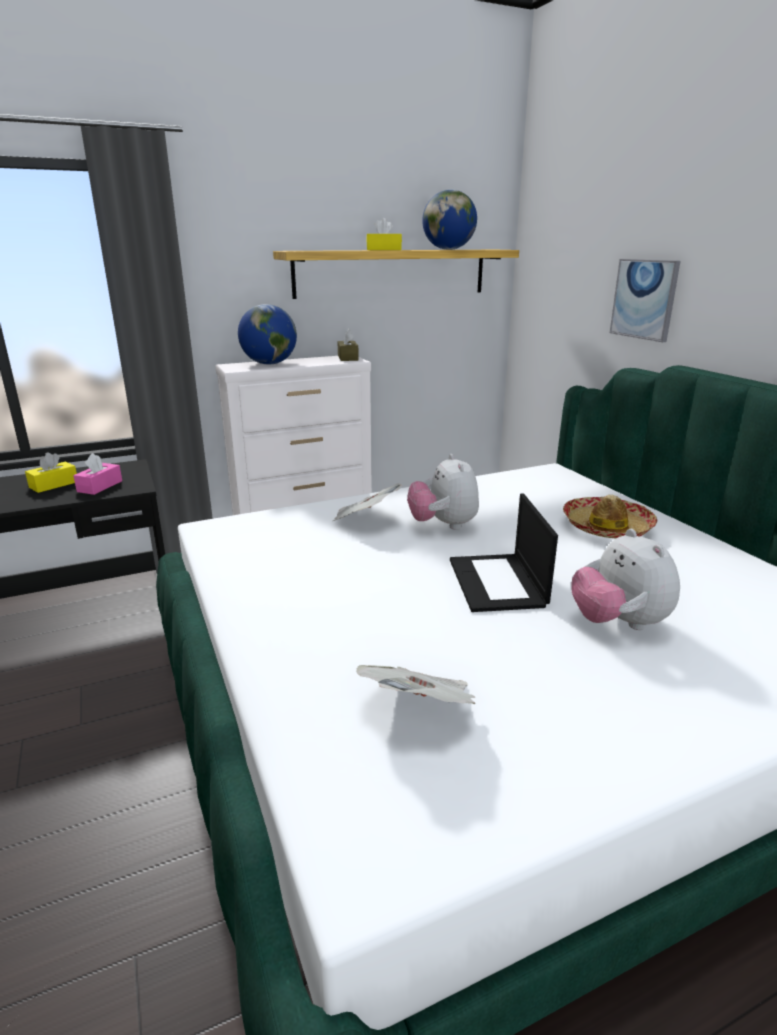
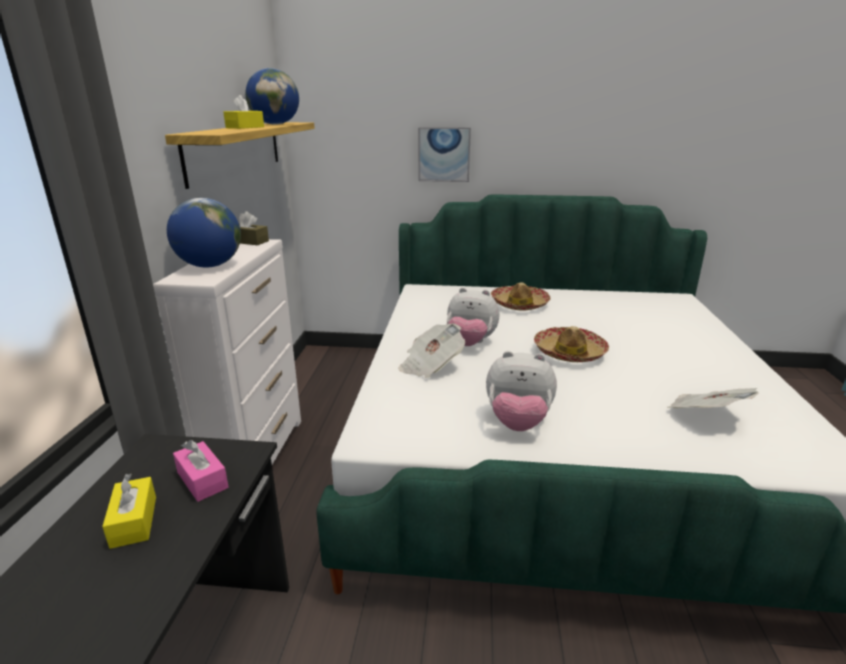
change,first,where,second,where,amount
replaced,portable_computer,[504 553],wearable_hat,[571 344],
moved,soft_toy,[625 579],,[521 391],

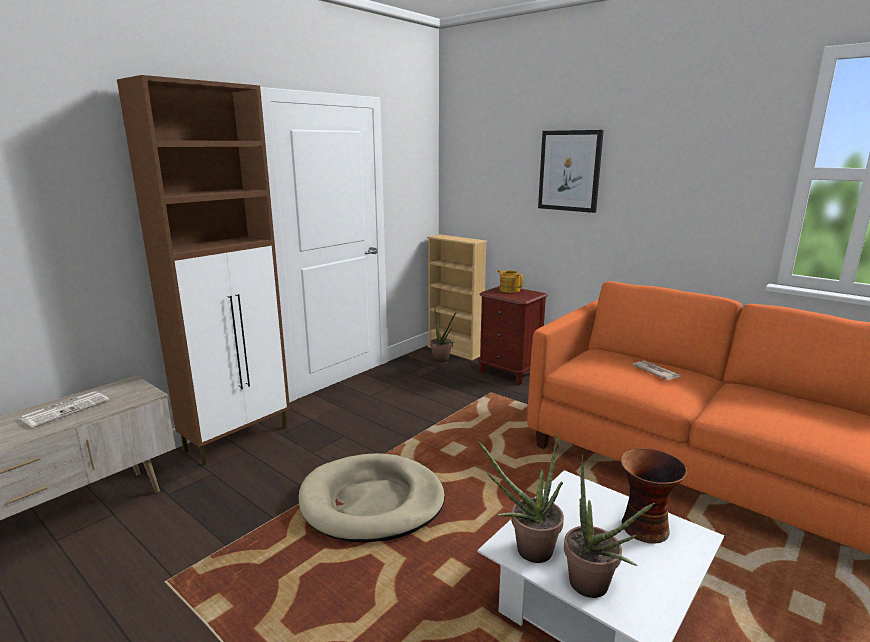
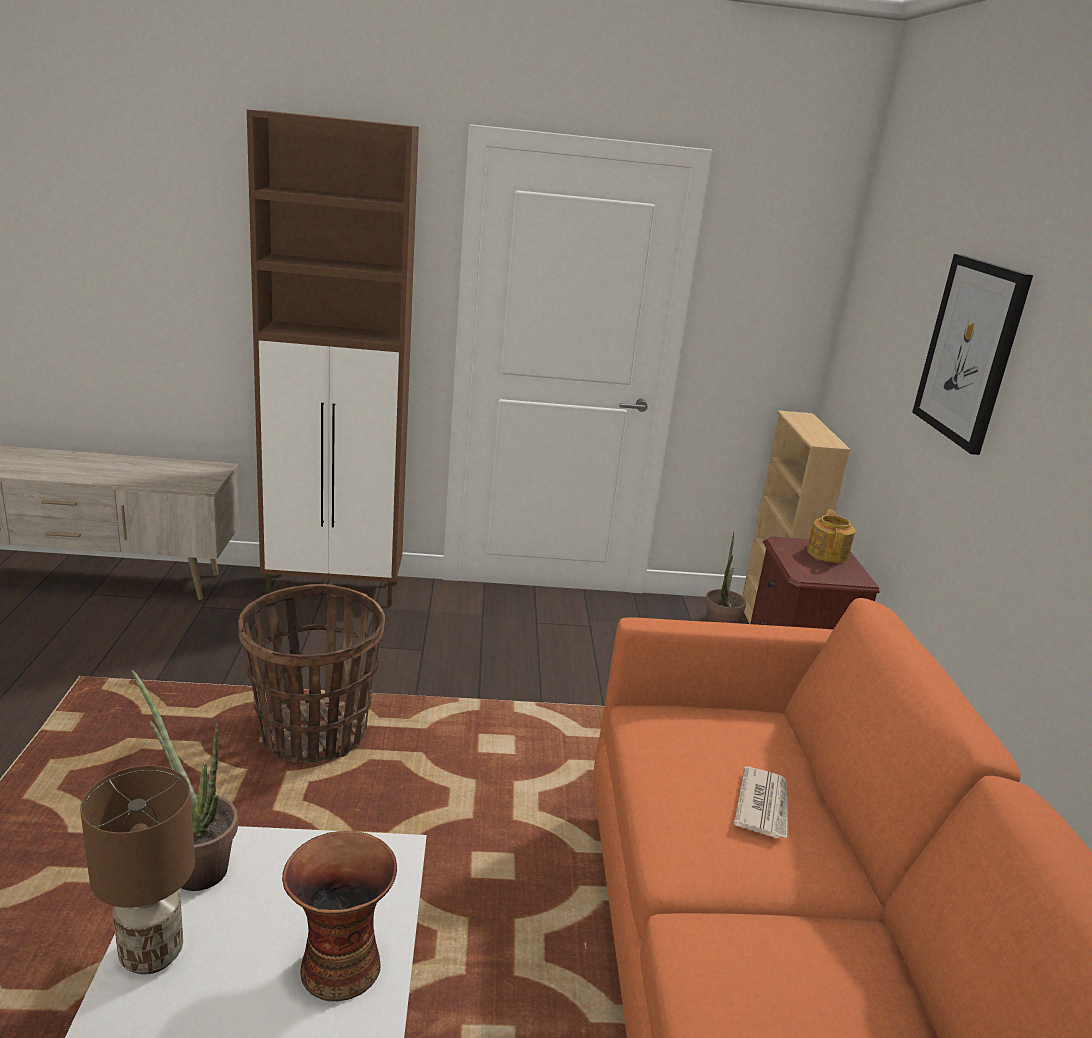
change,first,where,second,where,amount
removed,newspaper,[64 409],,,
replaced,beige_dog_bed,[372 497],basket,[311 673],
replaced,plant_in_a_pot,[609 526],brown_lamp_for_a_table,[137 870],

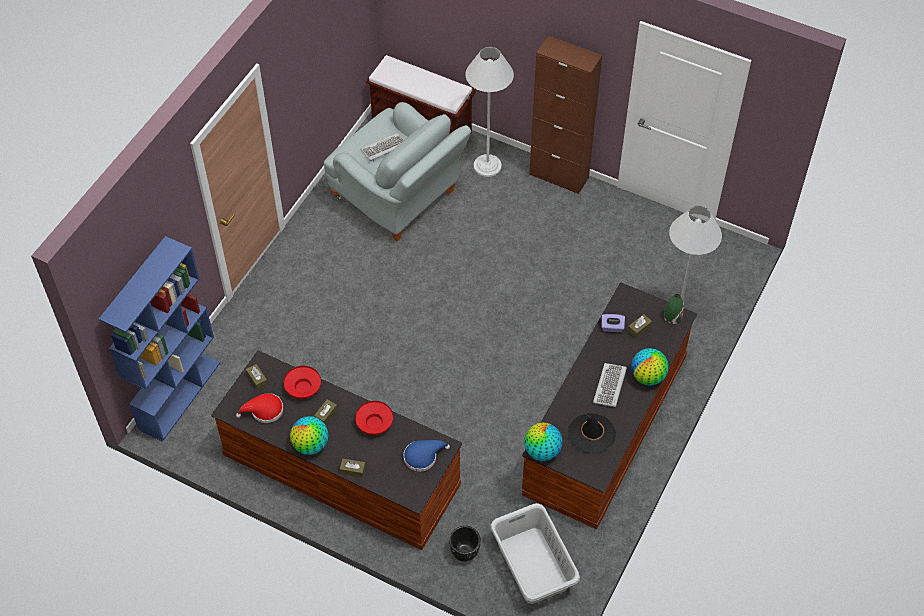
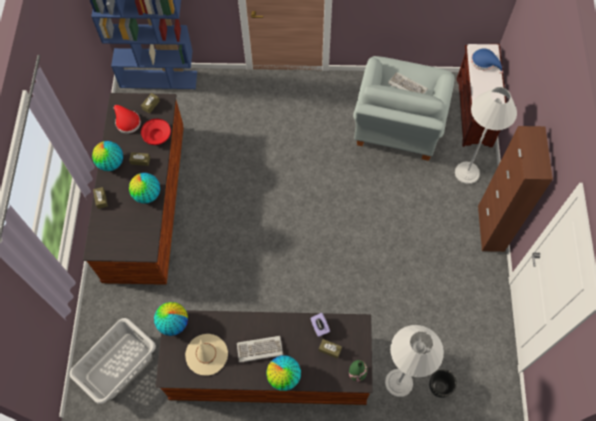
change,first,where,second,where,amount
replaced,reddish_bowl,[374 418],desk_globe,[144 188],
recoloured,blackish_wearable_hat,[592 433],beige_wearable_hat,[206 354],
moved,blue-coloured_wearable_hat,[427 456],,[487 61],
moved,blackish_plant_pot,[465 544],,[443 383],

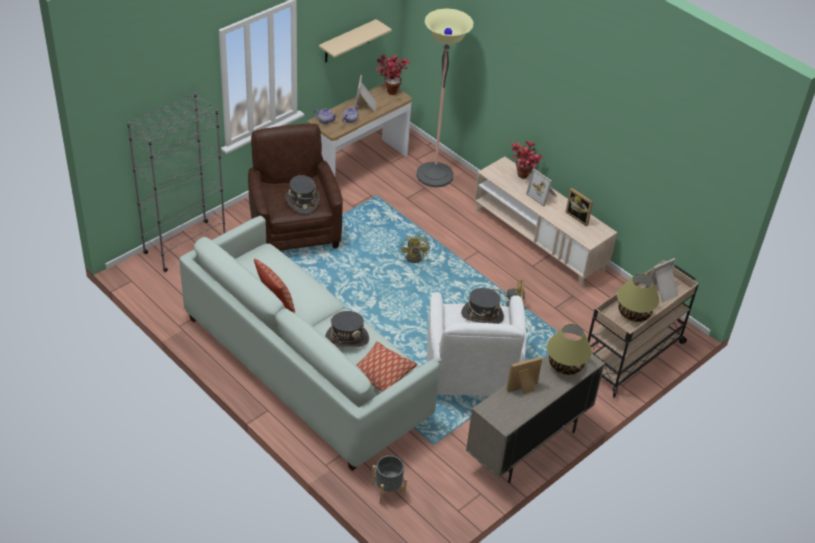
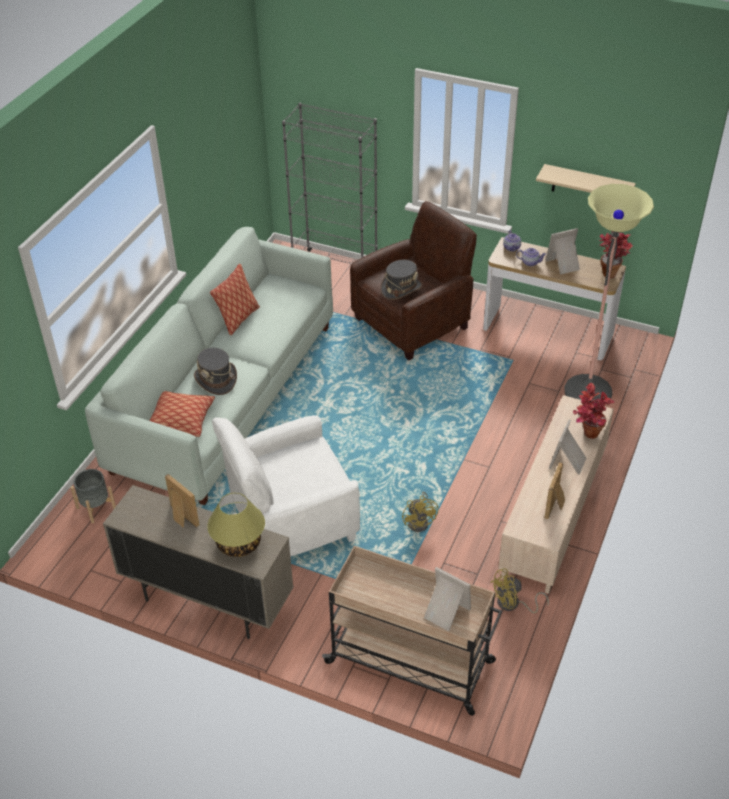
change,first,where,second,where,amount
moved,yellow_fan,[415 248],,[519 590],
removed,lamp_for_a_table,[638 297],,,
removed,gray_wearable_hat,[482 306],,,

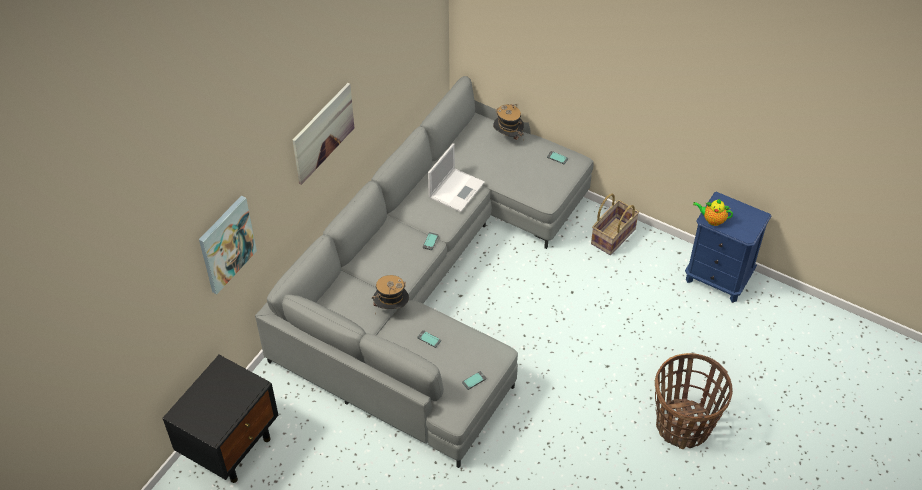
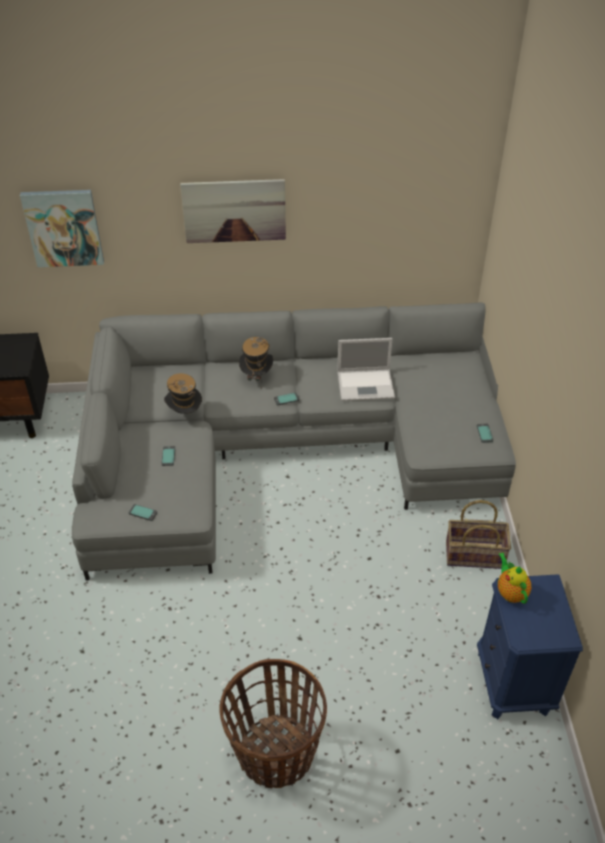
change,first,where,second,where,amount
moved,wearable_hat,[508 122],,[256 363],

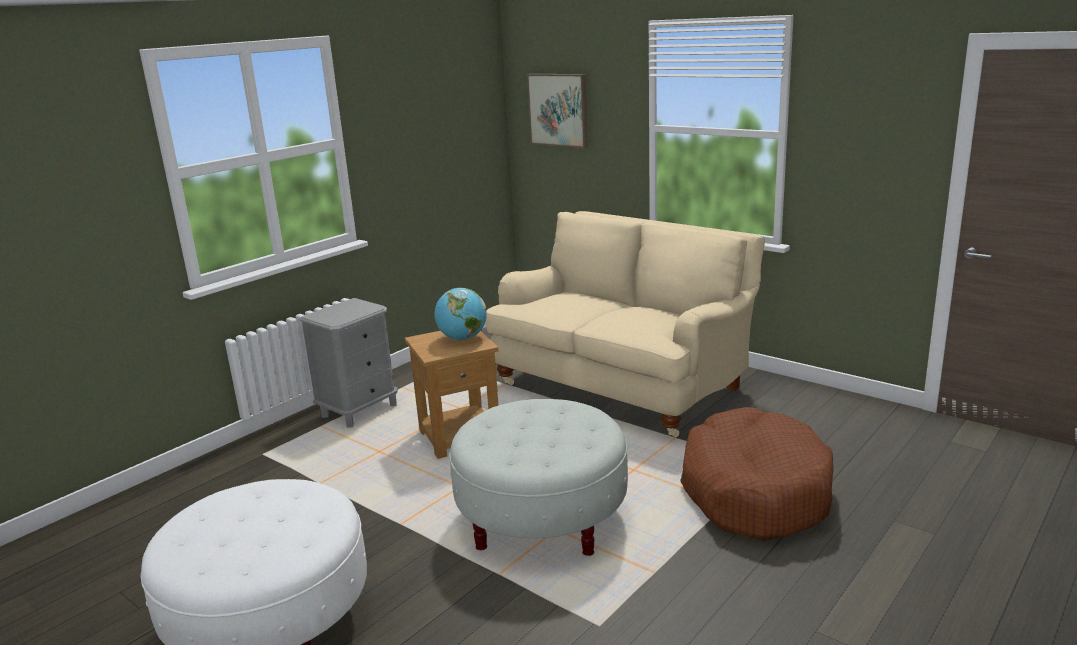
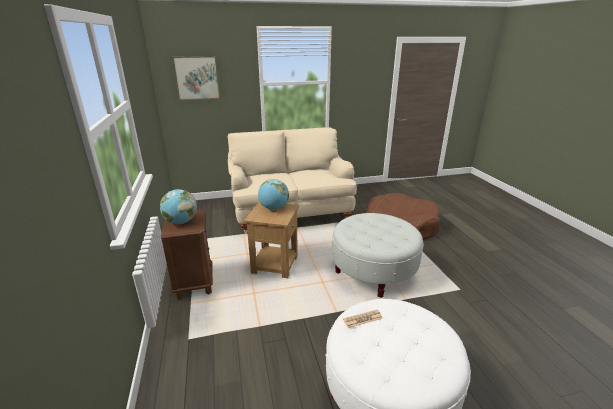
change,first,where,second,where,amount
recoloured,gray_night_table,[348 363],brown_night_table,[187 255],
added,,,desk_globe,[178 206],
added,,,newspaper,[363 319],

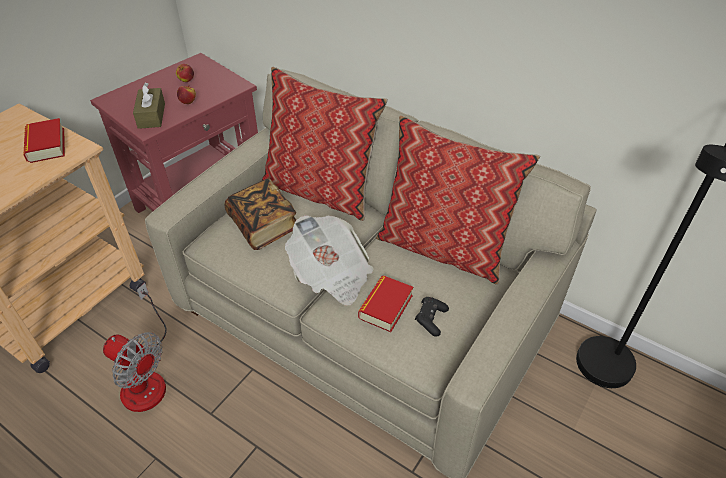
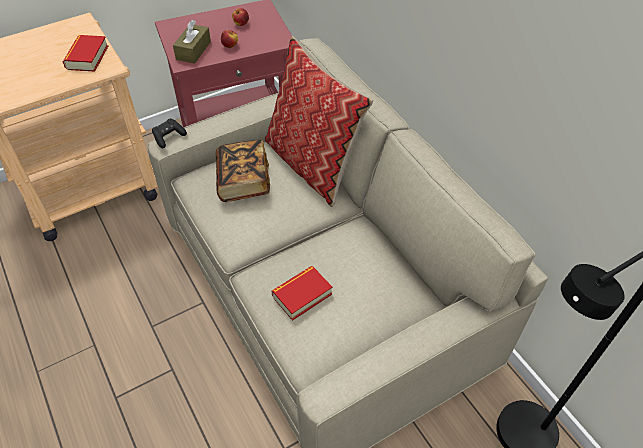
change,first,where,second,where,amount
removed,pillow,[458 200],,,
removed,newspaper,[329 260],,,
removed,fan,[135 347],,,
moved,blackish_game_controller,[432 317],,[169 133],

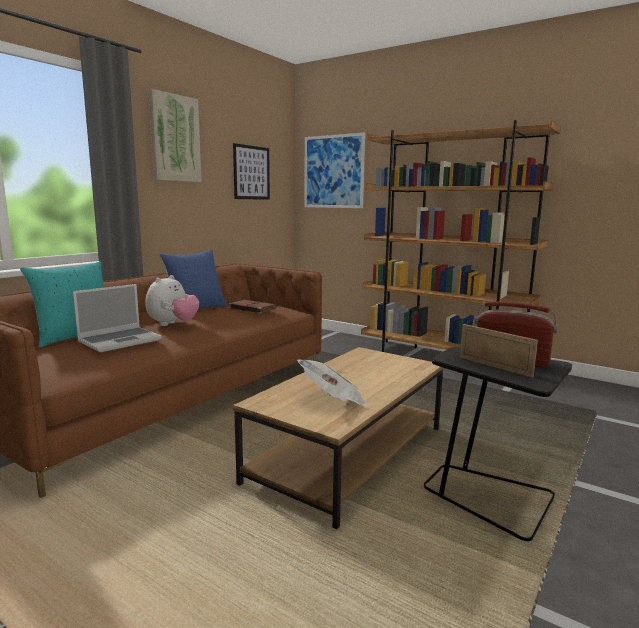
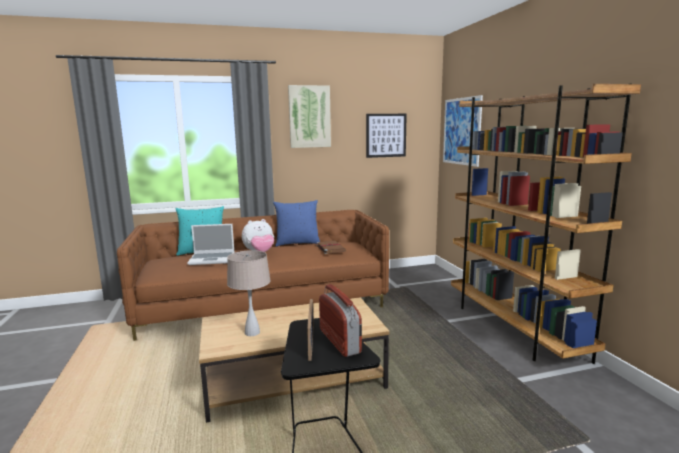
change,first,where,second,where,amount
replaced,newspaper,[333 382],beige_lamp_for_a_table,[249 293],

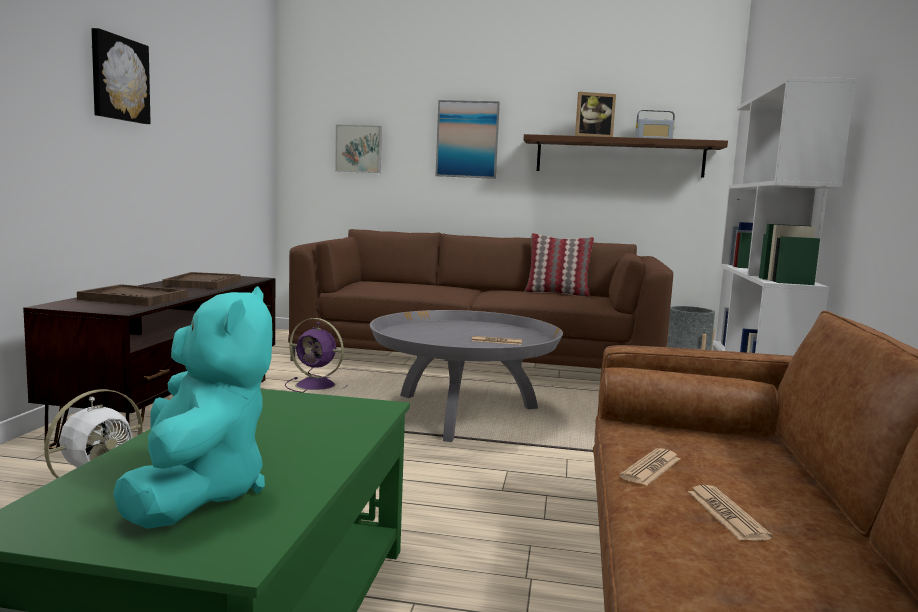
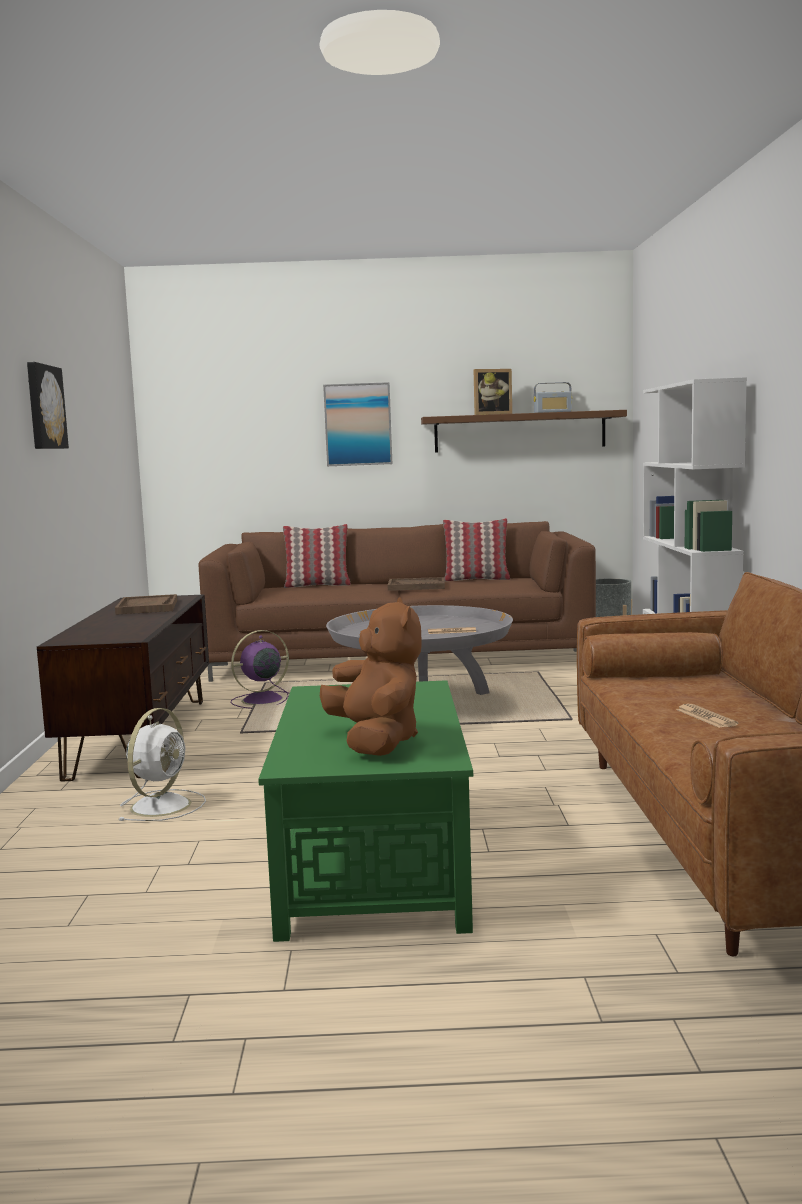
change,first,where,second,where,amount
removed,wall_picture,[358 149],,,
moved,brown_serving_tray,[132 295],,[416 584],
recoloured,turquoise_soft_toy,[192 407],brown_soft_toy,[371 676],
turned,purple-coloured_fan,[316 355],,[260 669],135 degrees clockwise
removed,newspaper,[650 467],,,
added,,,pillow,[317 556],

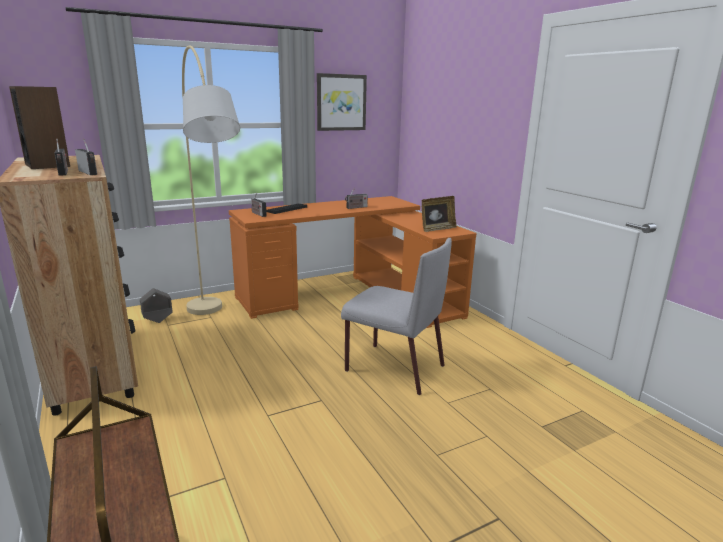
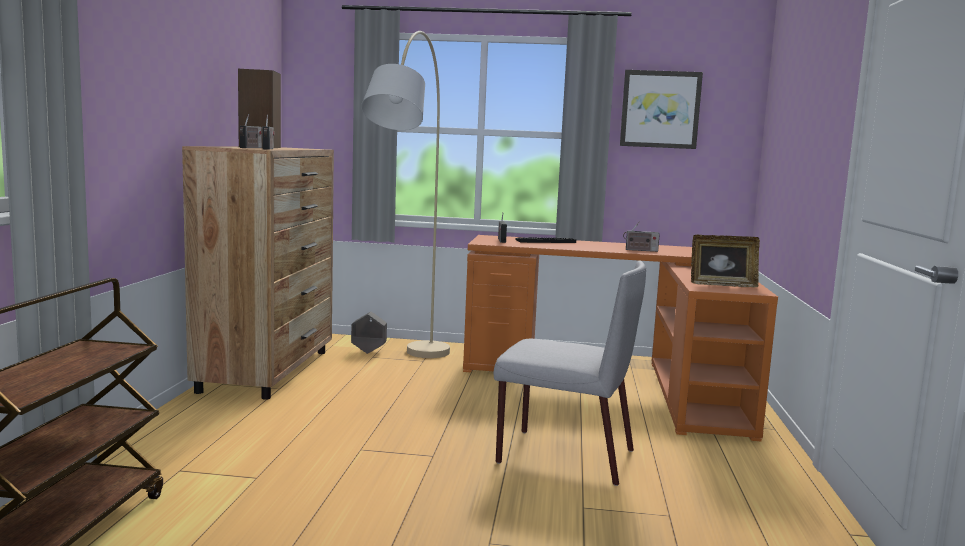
change,first,where,second,where,amount
turned,gray_chair,[396 316],,[570 373],45 degrees counterclockwise

